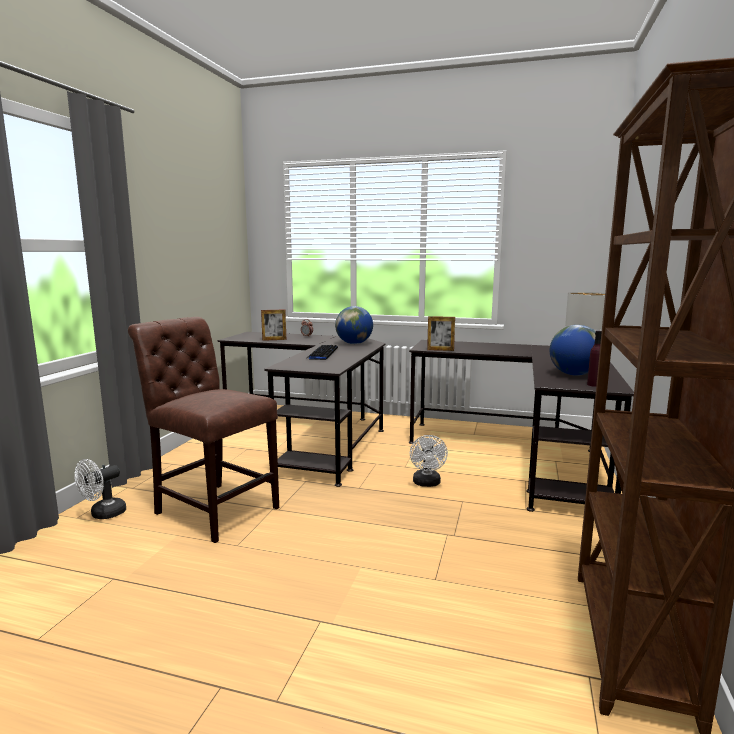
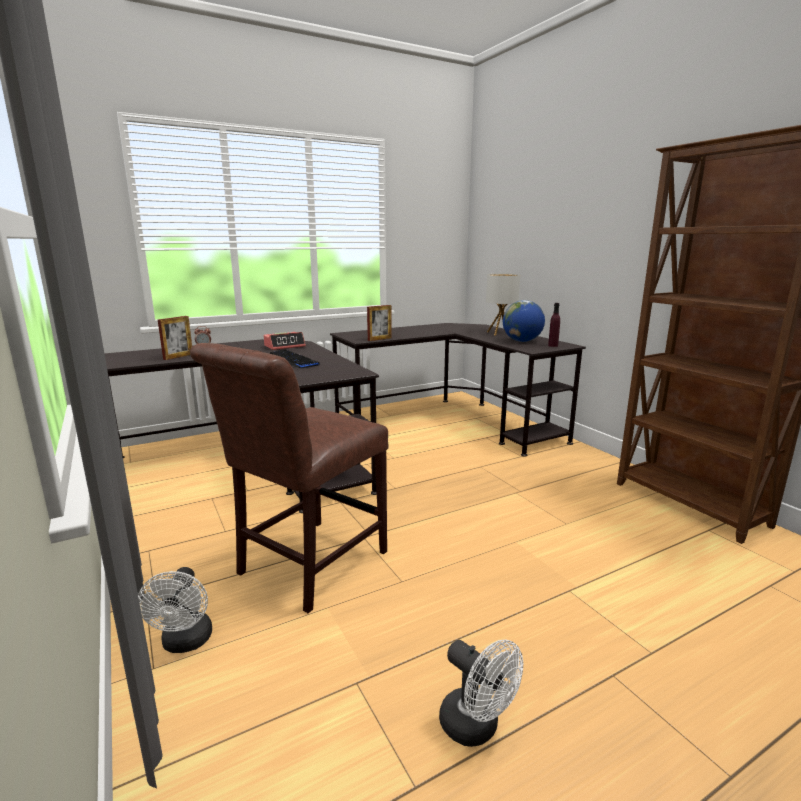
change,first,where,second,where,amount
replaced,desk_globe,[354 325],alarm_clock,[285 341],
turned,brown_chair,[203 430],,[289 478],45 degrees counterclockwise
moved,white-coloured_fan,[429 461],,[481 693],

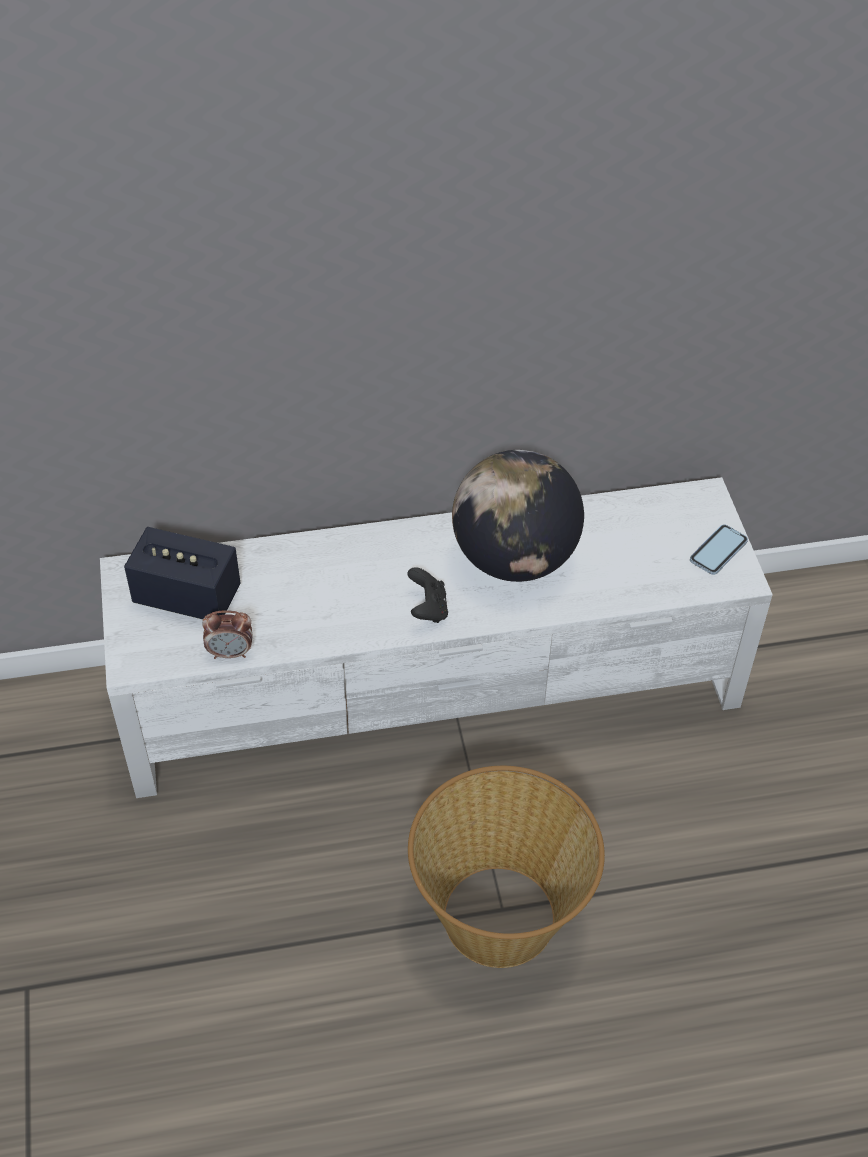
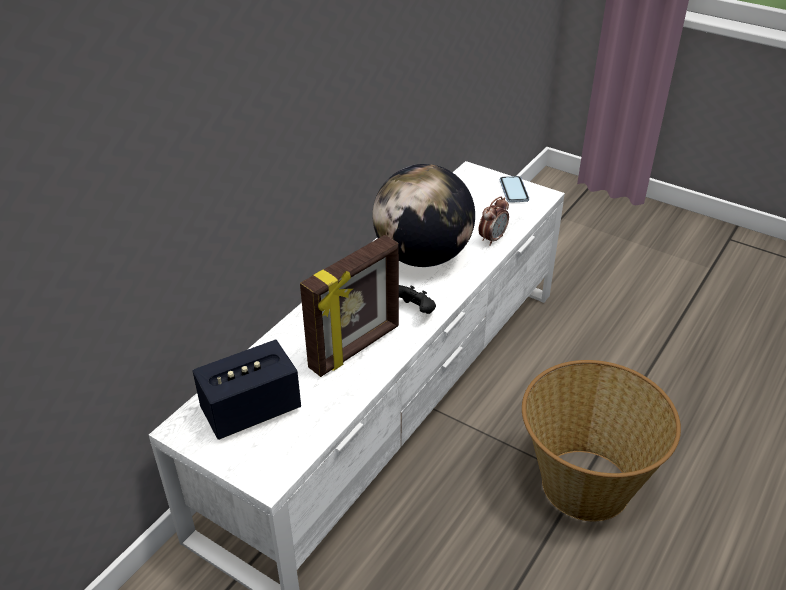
change,first,where,second,where,amount
moved,alarm_clock,[227 634],,[494 221],
added,,,picture_frame,[349 306],

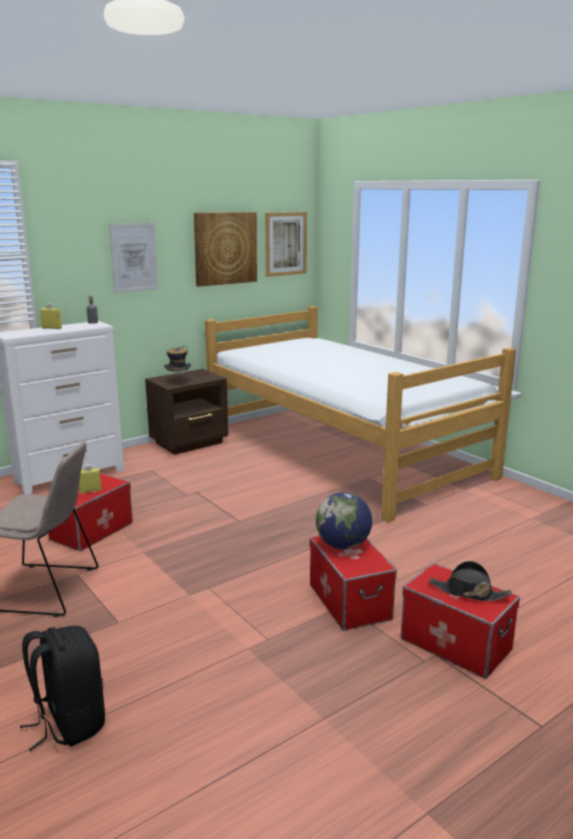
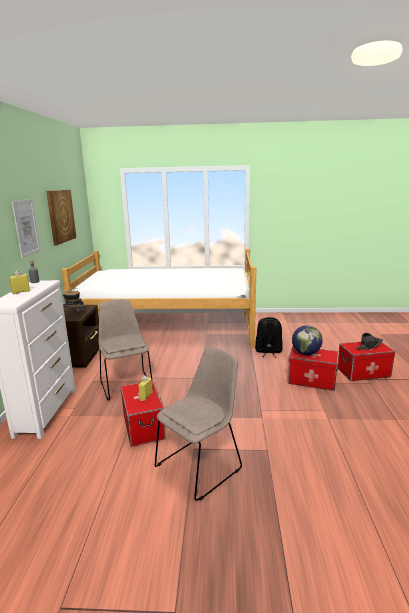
change,first,where,second,where,amount
removed,wall_picture,[286 244],,,
moved,blackish_rucksack,[62 688],,[268 337],
added,,,beige_chair,[125 349],

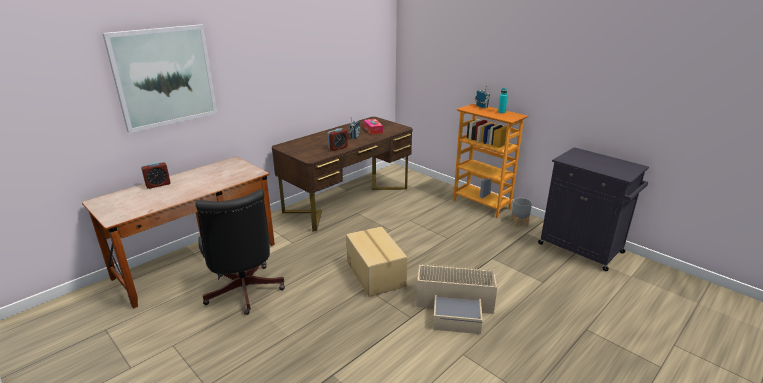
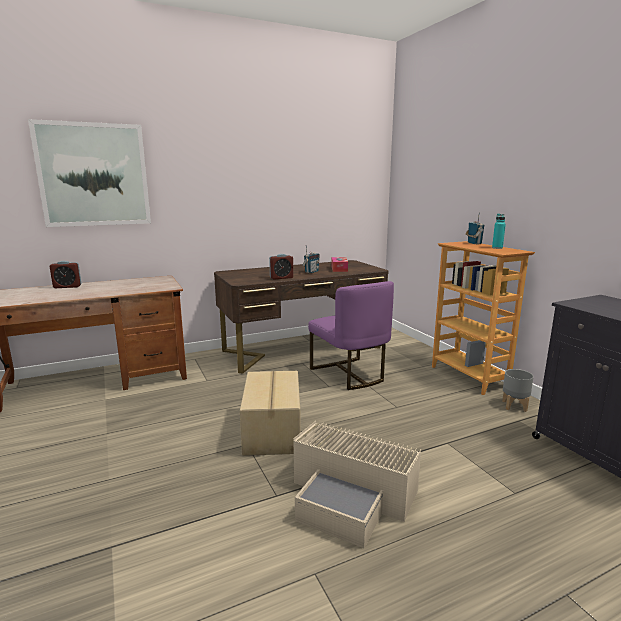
change,first,where,second,where,amount
removed,blackish_office_chair,[240 252],,,
added,,,purple-coloured_chair,[351 335],

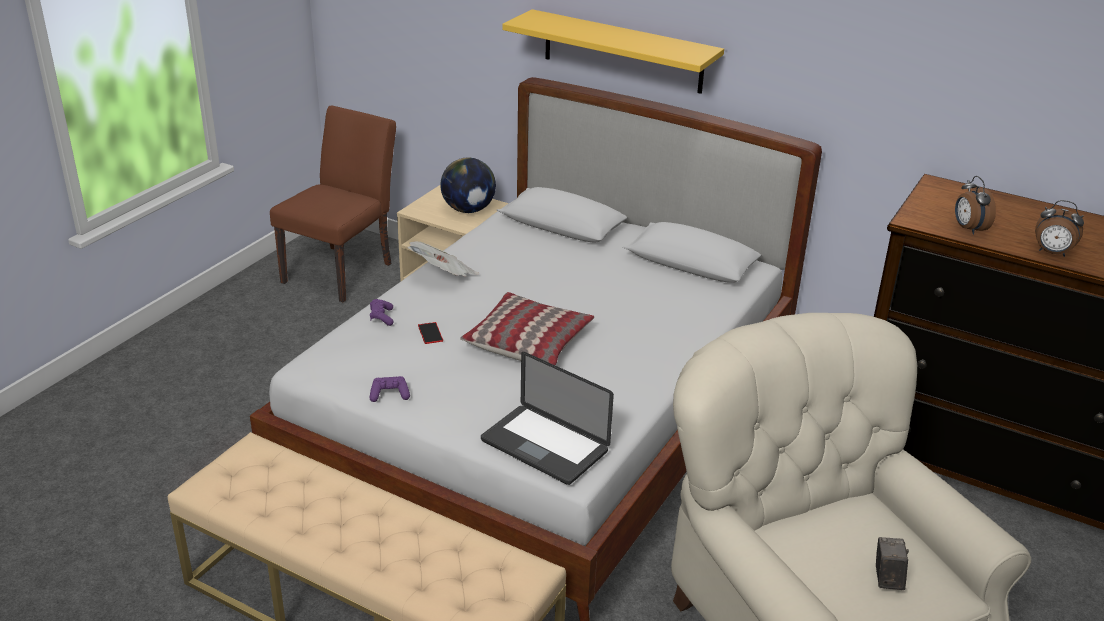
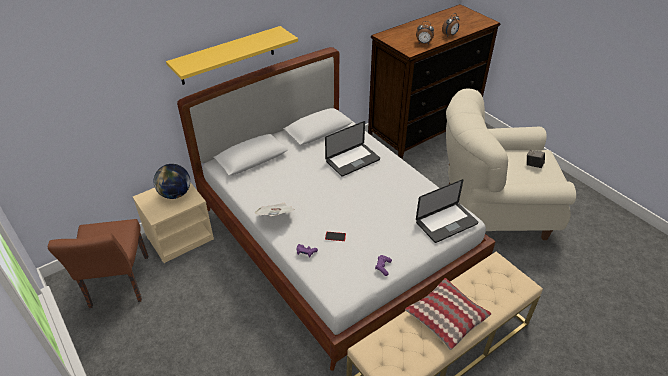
change,first,where,second,where,amount
turned,brown_chair,[333 204],,[98 263],150 degrees counterclockwise
moved,pillow,[527 329],,[448 314],
added,,,portable_computer,[352 149],

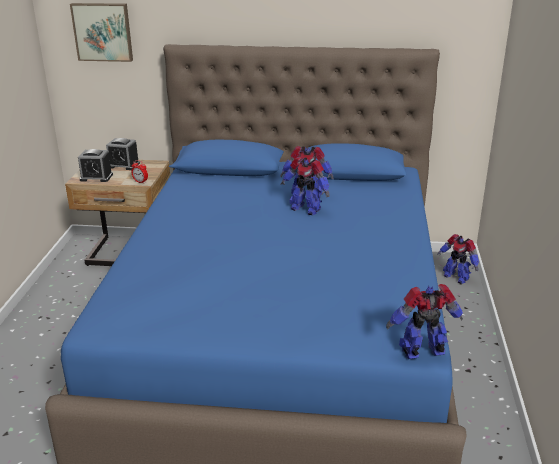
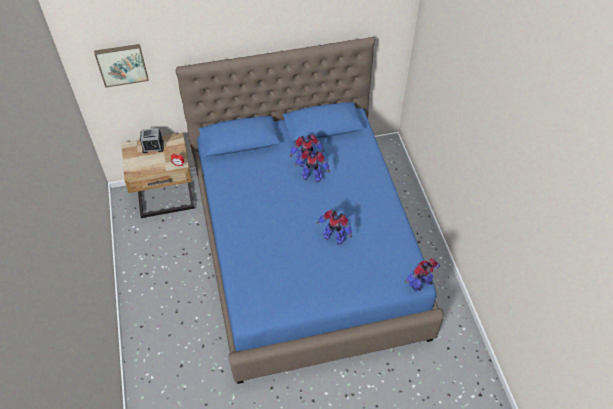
change,first,where,second,where,amount
removed,alarm_clock,[95 165],,,
moved,model_robot,[458 259],,[334 227],

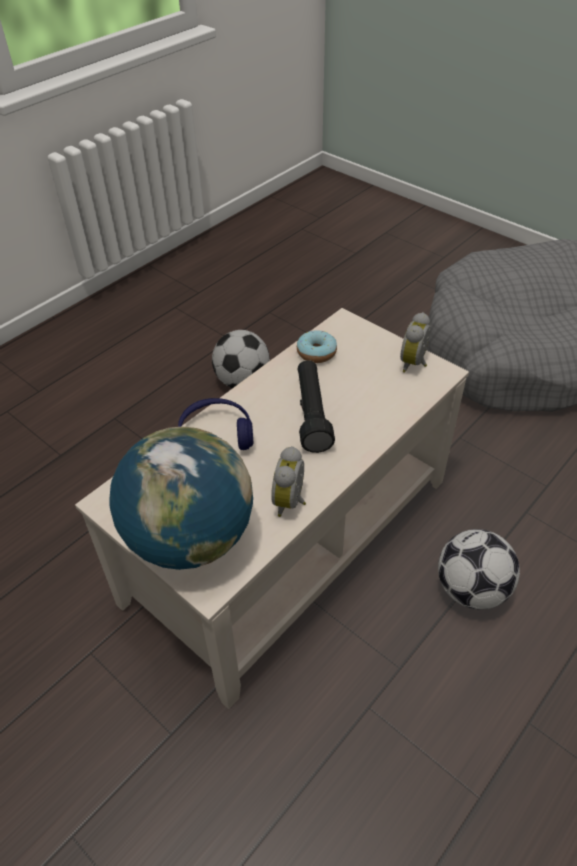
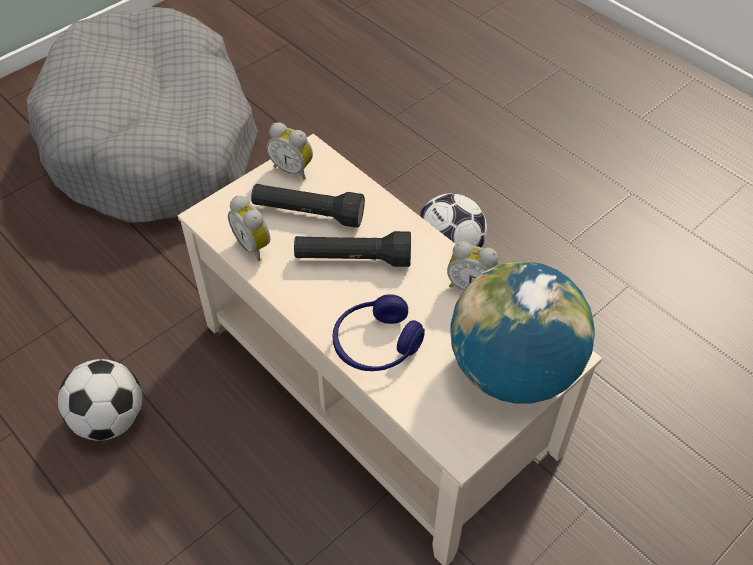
change,first,where,second,where,amount
replaced,ring_doughnut,[317 346],alarm_clock,[249 228],
added,,,blackish_hand_torch,[308 206],

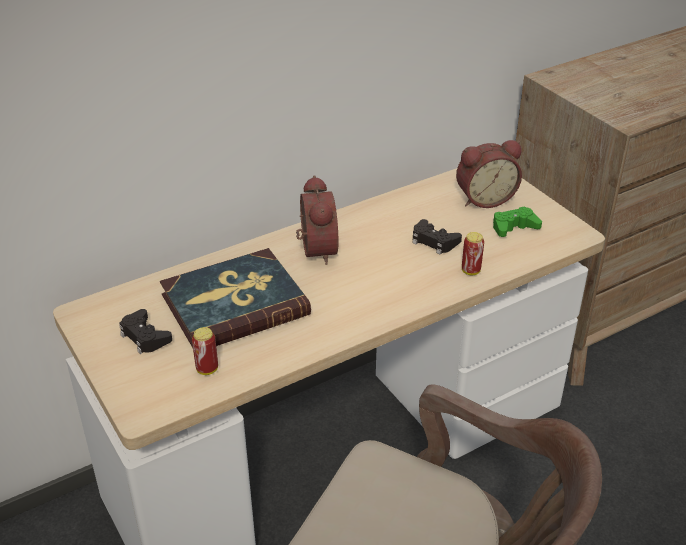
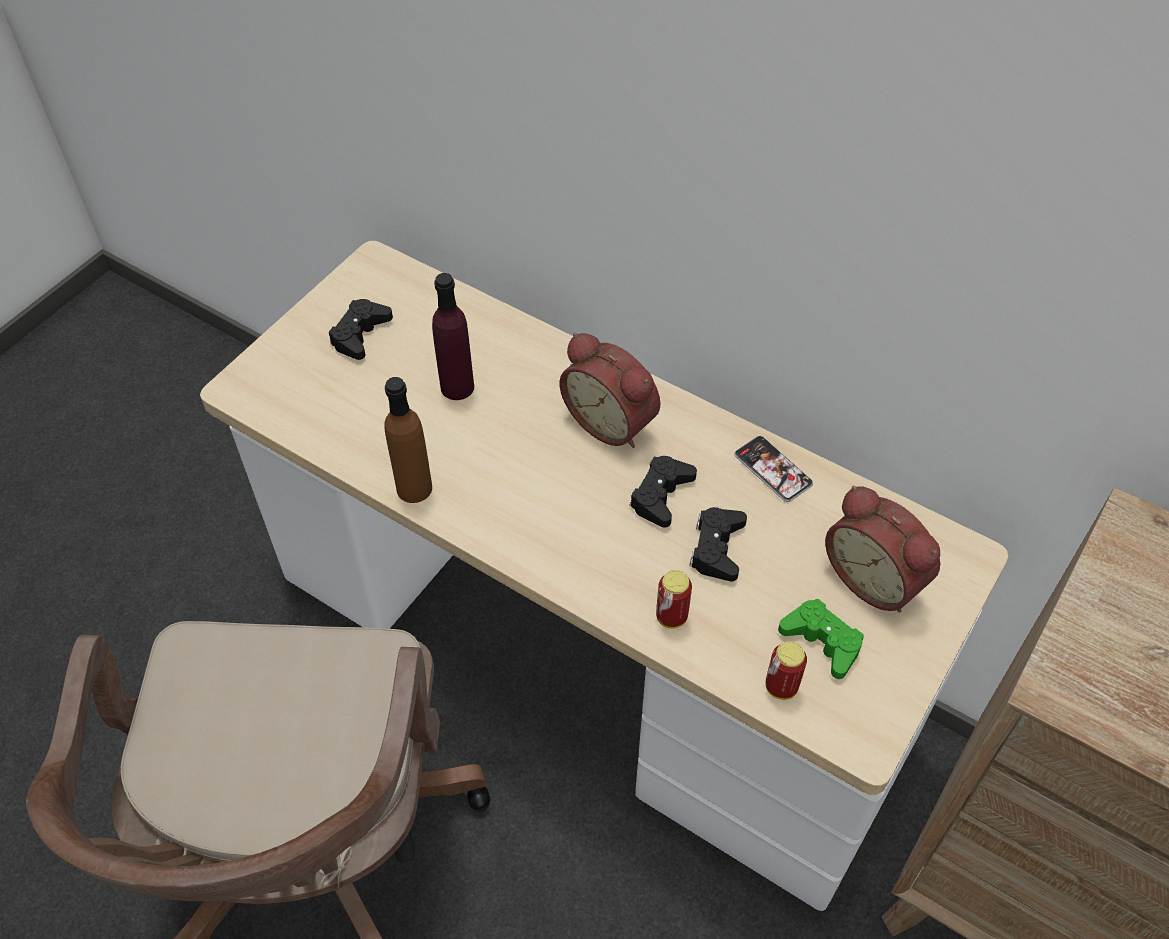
change,first,where,second,where,amount
turned,alarm_clock,[317 220],,[609 390],75 degrees clockwise
replaced,bound_book,[235 298],purple-coloured_bottle,[453 336],
moved,metal_can,[205 351],,[786 670],
added,,,brown_bottle,[408 440],
added,,,phone,[773 469],
added,,,blackish_game_controller,[663 491],

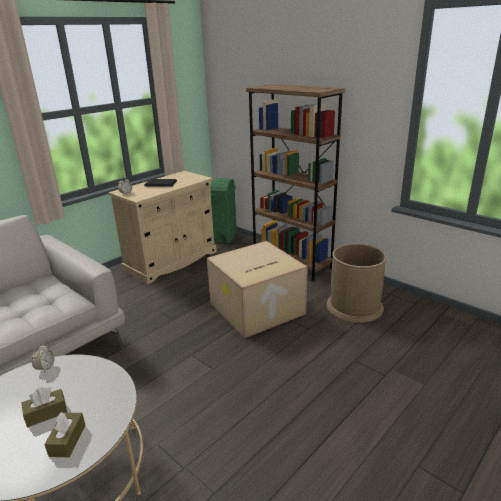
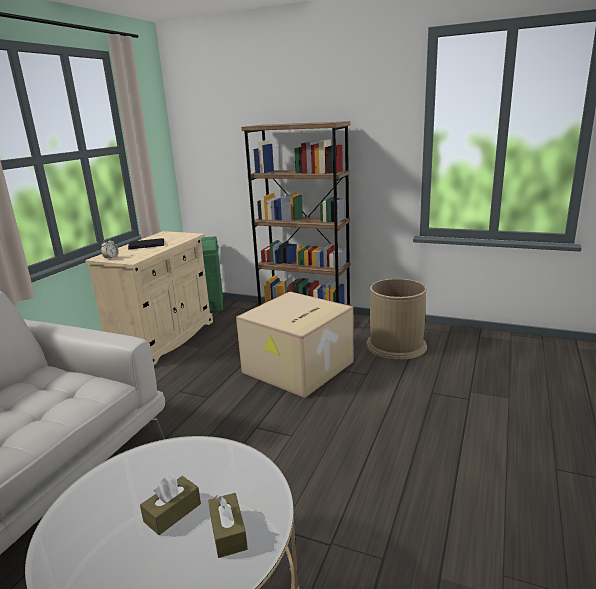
change,first,where,second,where,amount
removed,alarm_clock,[43 358],,,

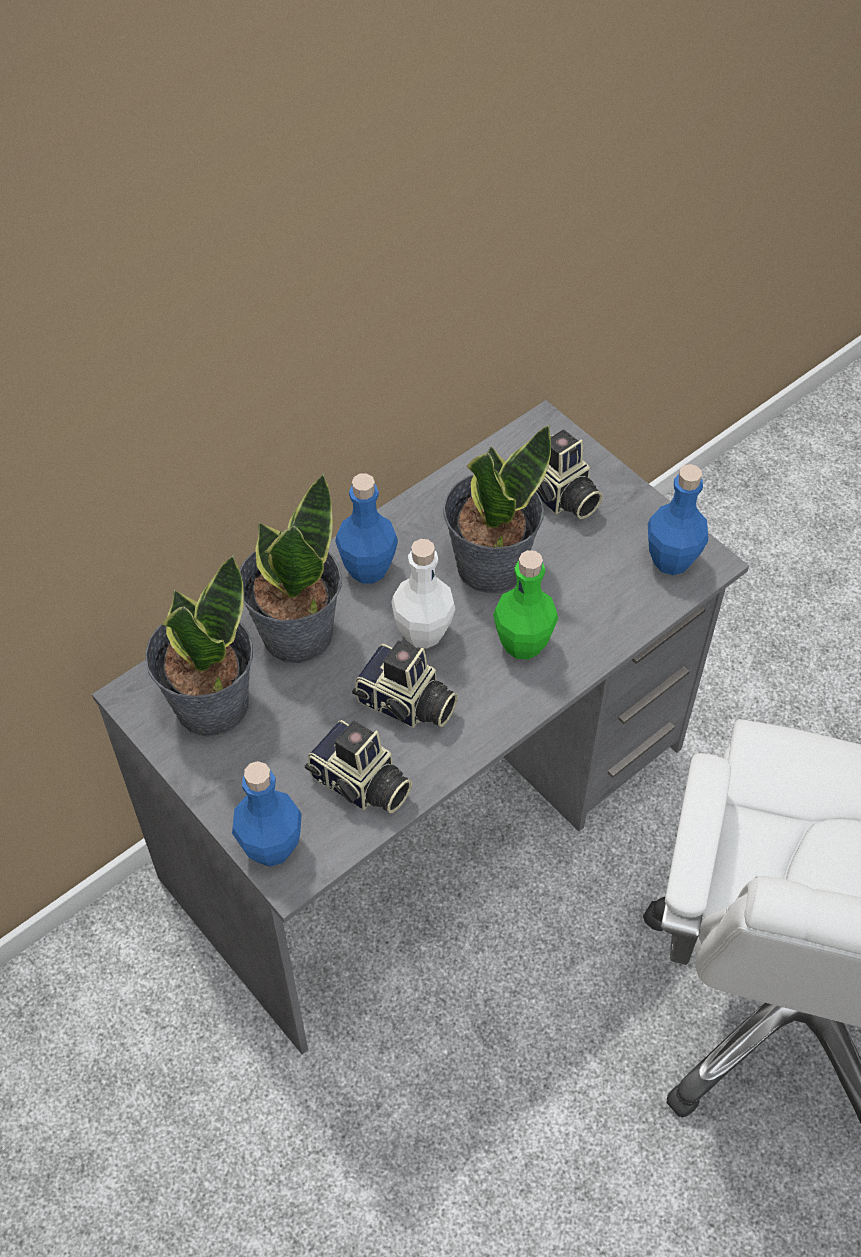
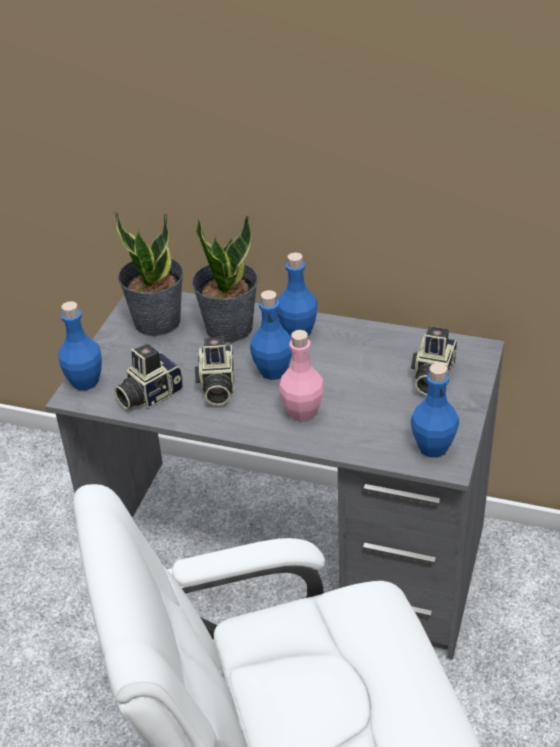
change,first,where,second,where,amount
removed,plant_in_a_pot,[497 509],,,
recoloured,white-coloured_bottle,[423 593],blue-coloured_bottle,[271 335],
recoloured,green-coloured_bottle,[525 605],pink-coloured_bottle,[301 376],
turned,photo_camera,[358 766],,[148 376],45 degrees clockwise

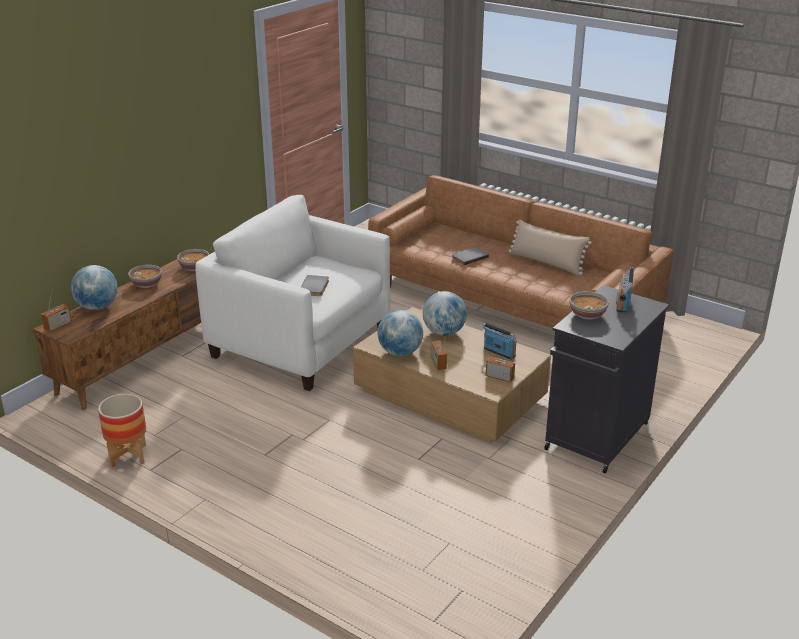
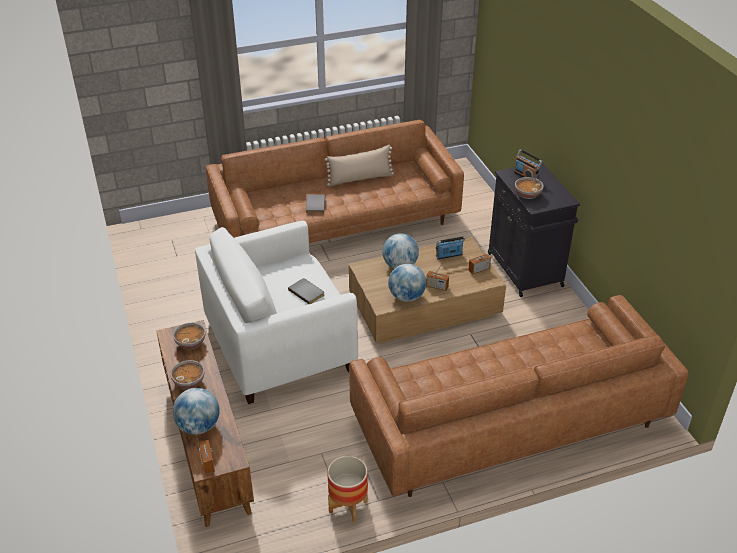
change,first,where,second,where,amount
added,,,brown_couch,[518 396],

